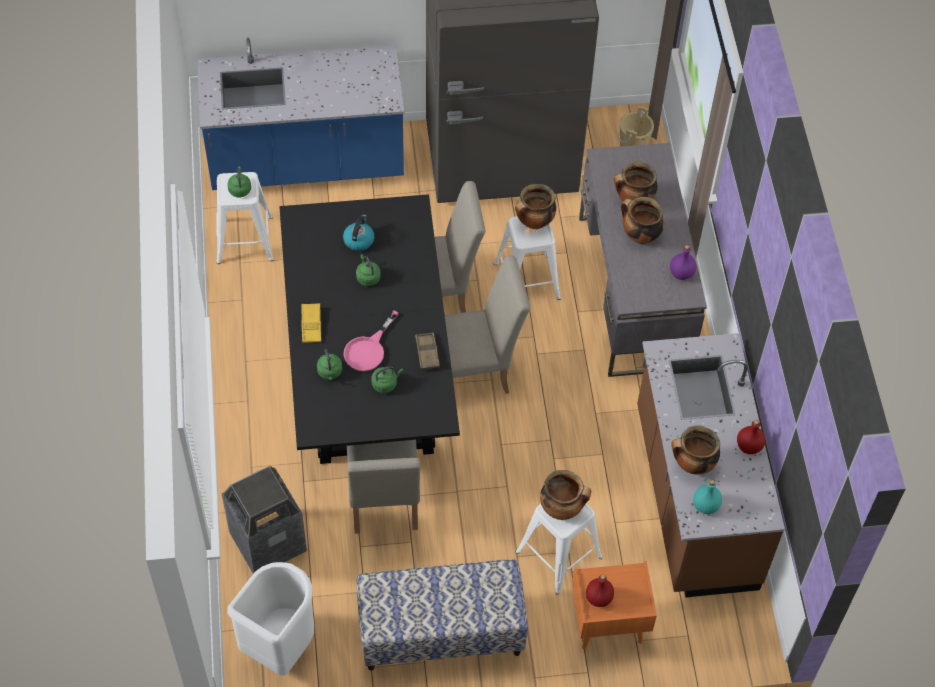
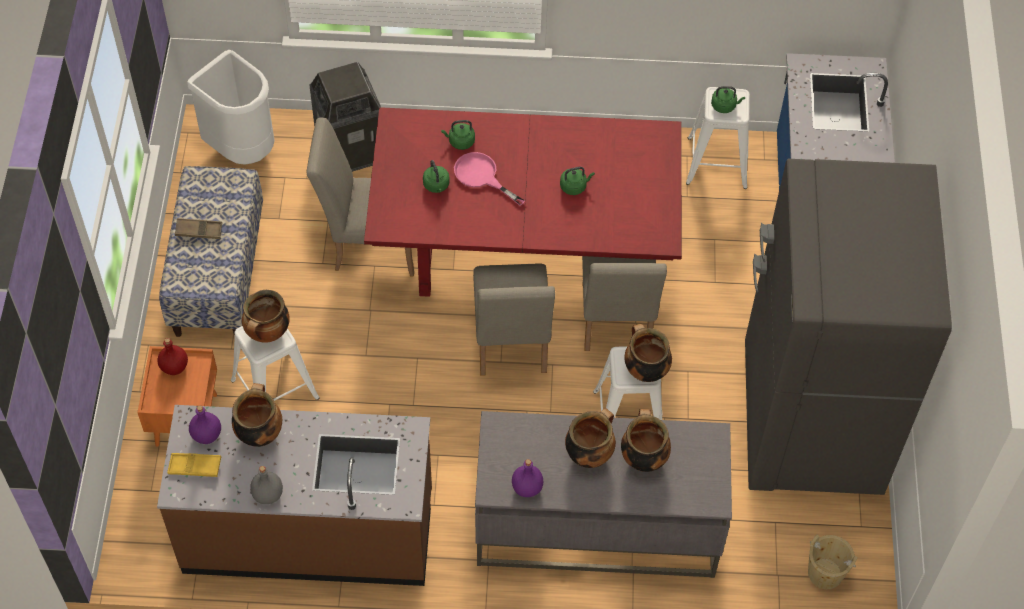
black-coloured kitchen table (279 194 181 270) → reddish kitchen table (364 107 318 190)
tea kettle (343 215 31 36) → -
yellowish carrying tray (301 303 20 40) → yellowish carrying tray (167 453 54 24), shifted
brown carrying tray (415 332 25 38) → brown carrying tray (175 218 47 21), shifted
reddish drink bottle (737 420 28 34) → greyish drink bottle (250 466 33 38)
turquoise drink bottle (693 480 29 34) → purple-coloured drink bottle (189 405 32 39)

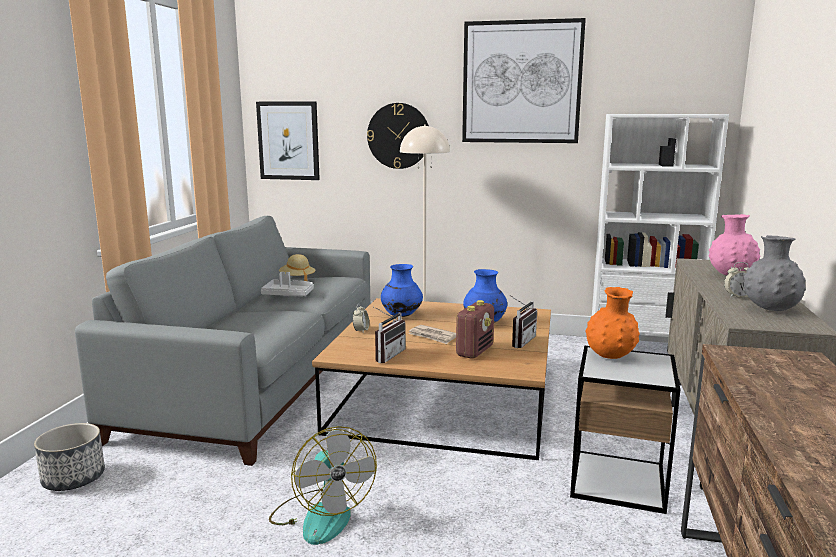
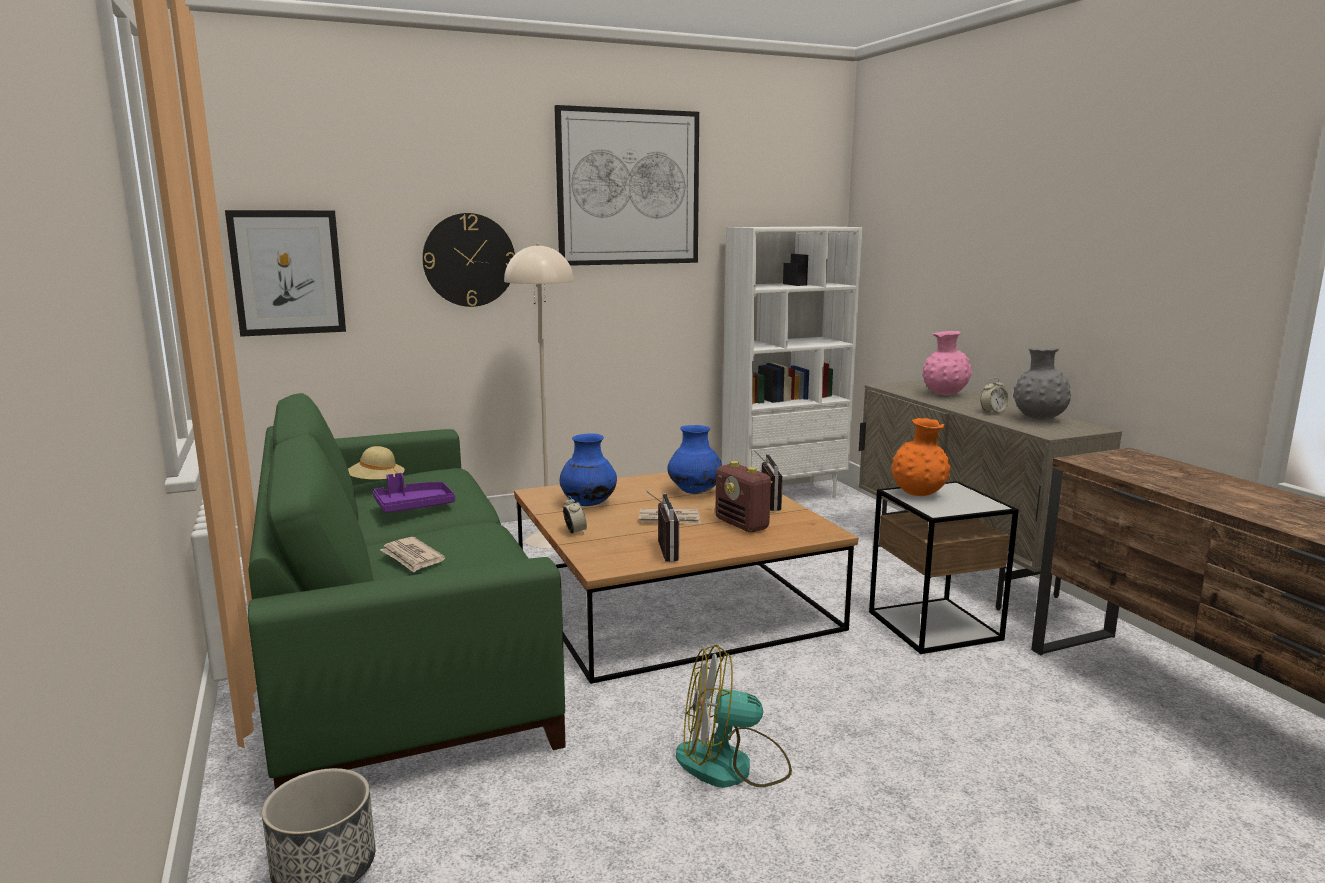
greyish couch (75 216 295 250) → greenish couch (248 393 318 396)
greyish carrying tray (261 272 53 24) → purple-coloured carrying tray (373 473 82 40)
radio set (456 300 38 59) → radio set (715 461 58 71), 150 degrees clockwise
fan (269 426 108 119) → fan (676 645 116 143), 150 degrees clockwise
- → daily paper (380 537 66 35)

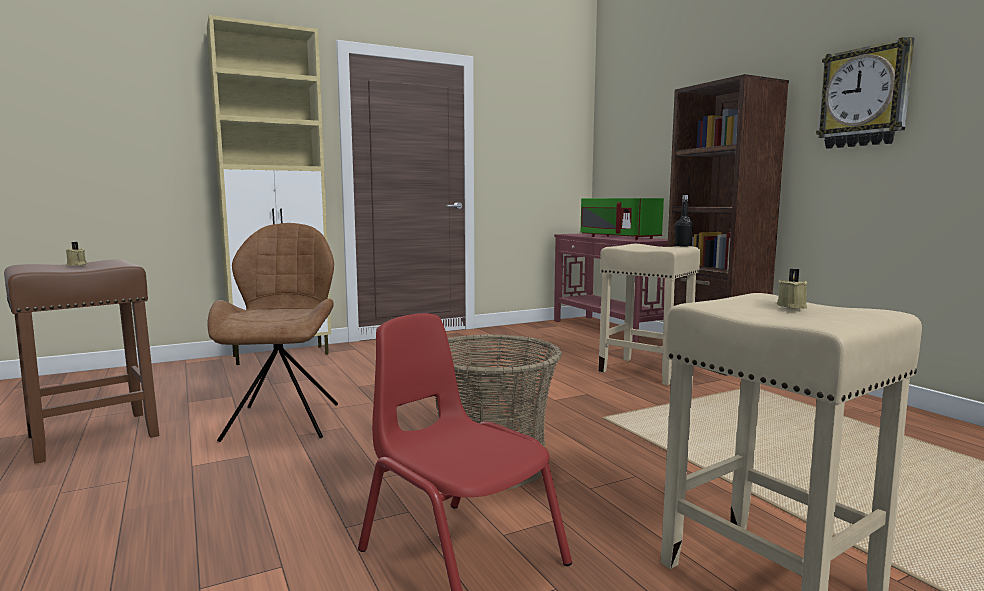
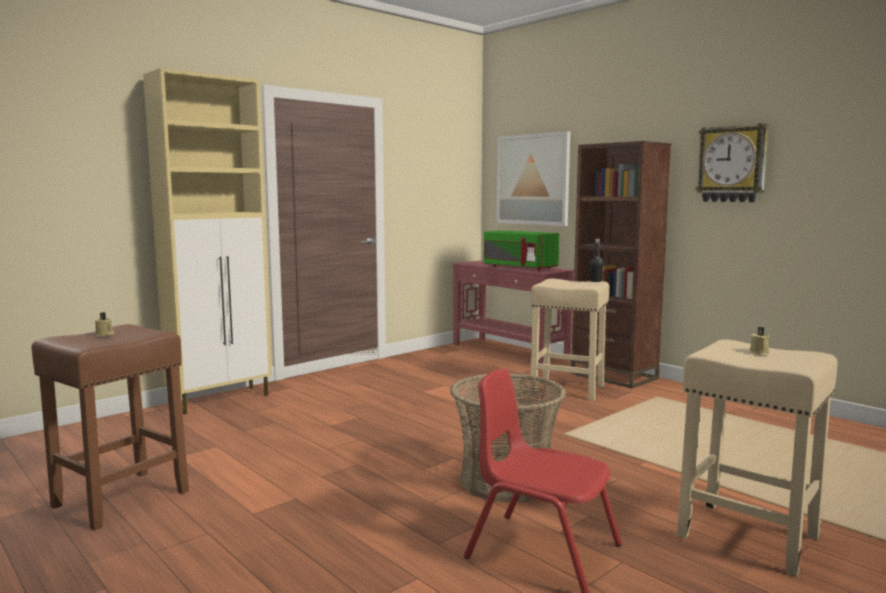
brown chair (207 223 131 219) → -
- → wall picture (496 131 74 95)

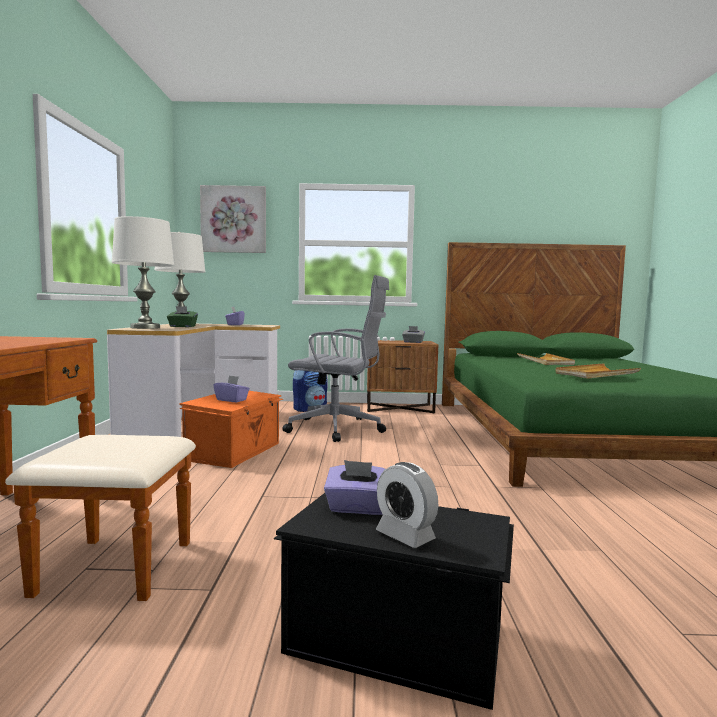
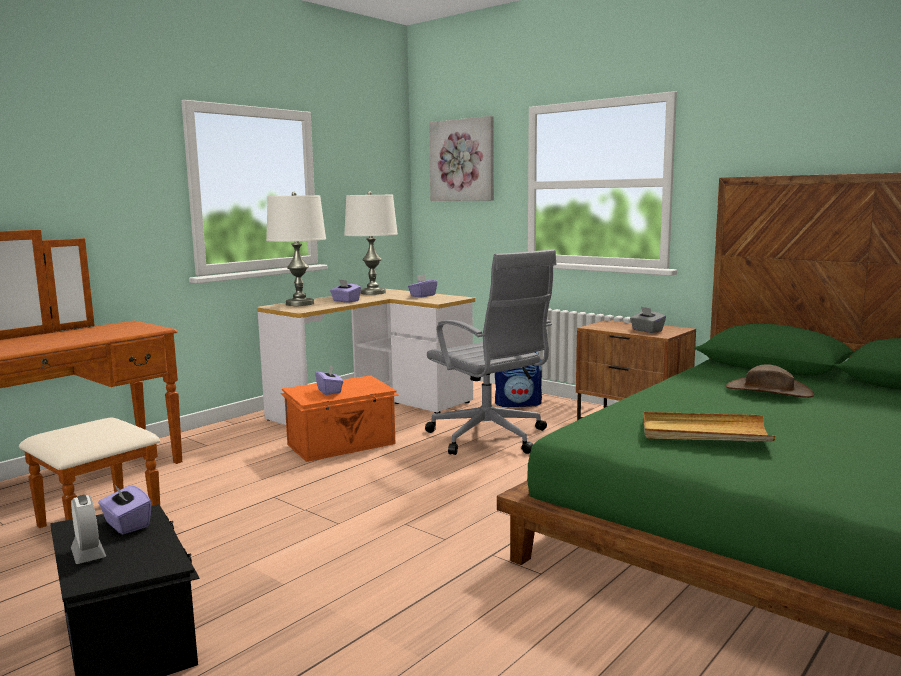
greenish tissue box (167 306 31 21) → purple-coloured tissue box (330 279 31 24)
sand-coloured carrying tray (517 353 58 12) → brown clothing hat (726 364 88 34)
bedside clock (376 462 63 86) → bedside clock (71 495 35 69), 150 degrees clockwise

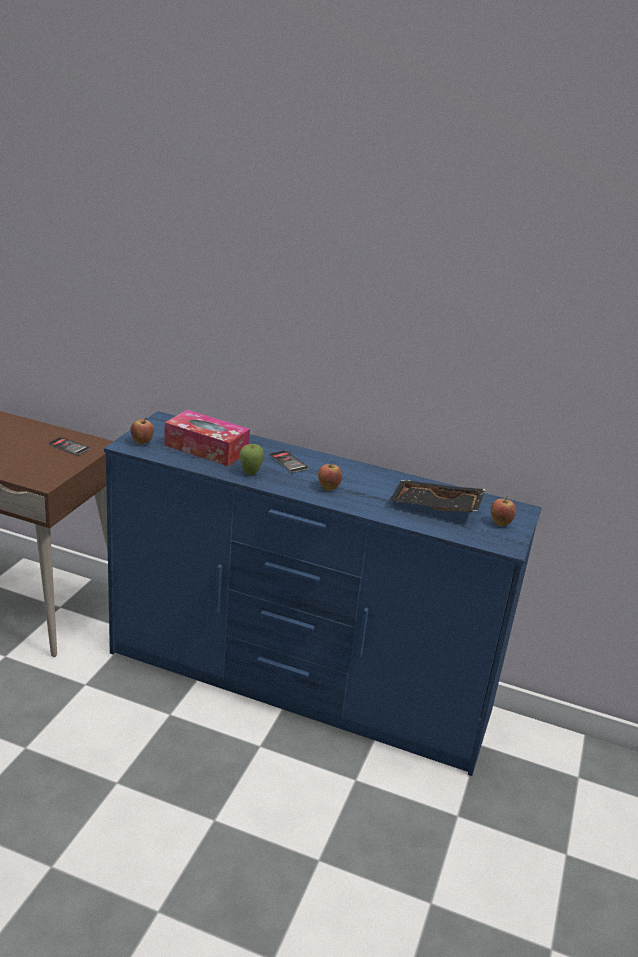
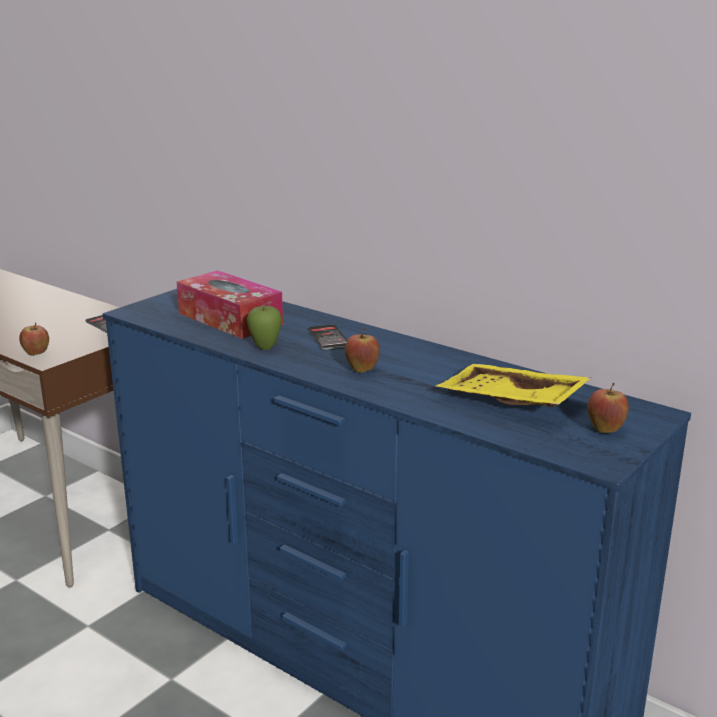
apple (130 417 24 27) → apple (19 322 30 34), shifted
black-coloured carrying tray (390 480 96 32) → yellowish carrying tray (436 364 155 43)

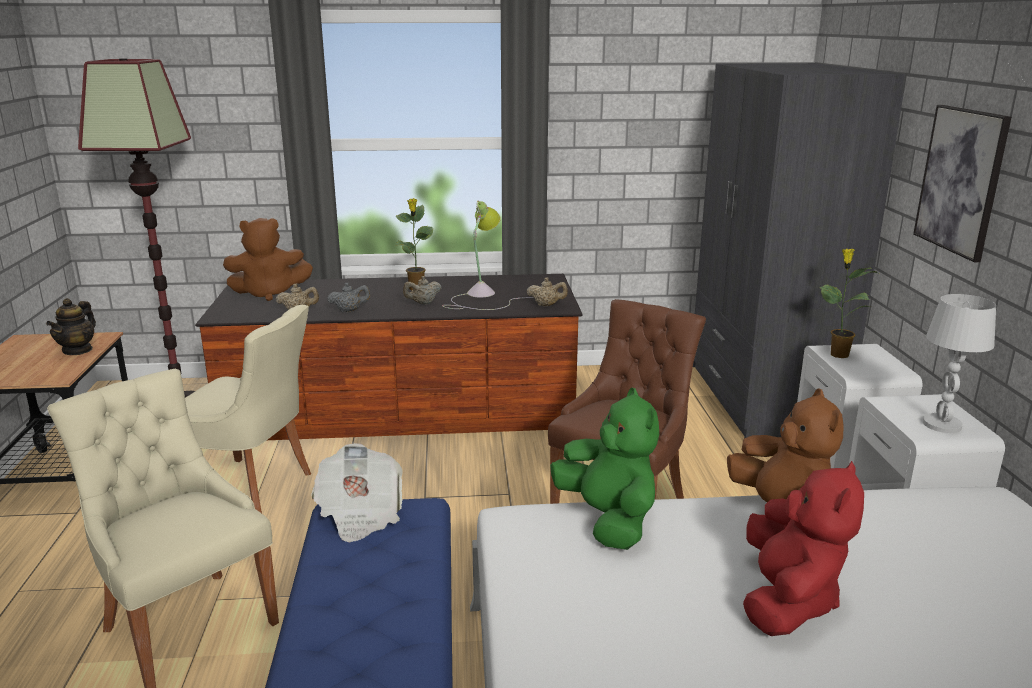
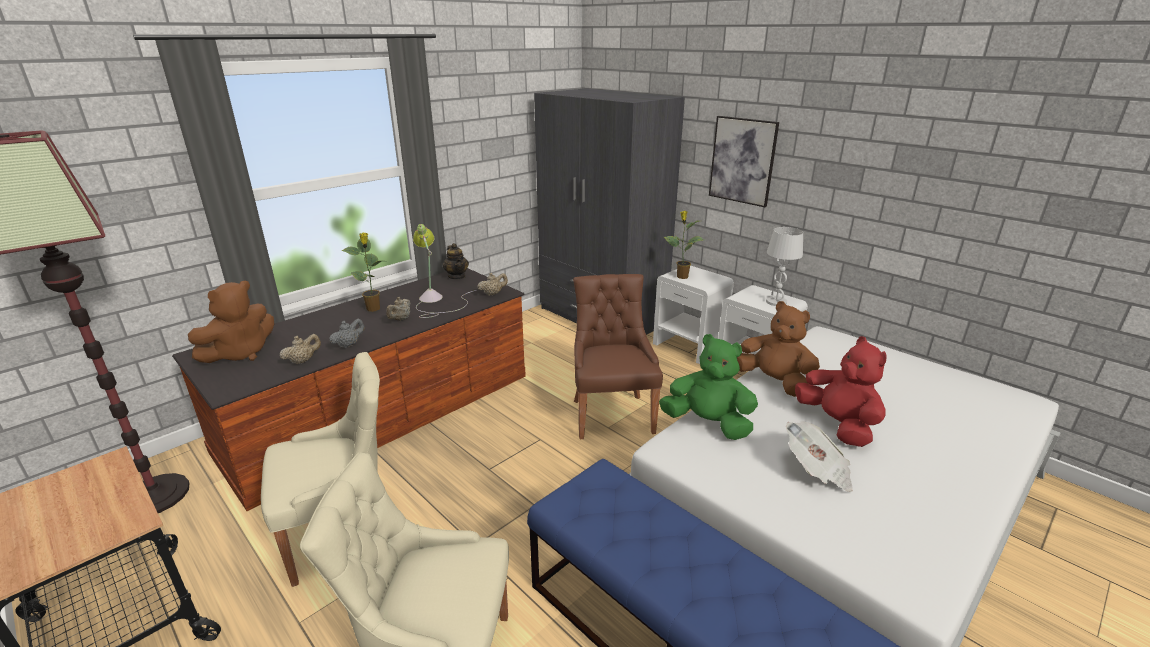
tea pot (46 298 50 57) → tea pot (443 243 26 36), shifted
daily paper (311 443 92 99) → daily paper (786 421 67 71), shifted

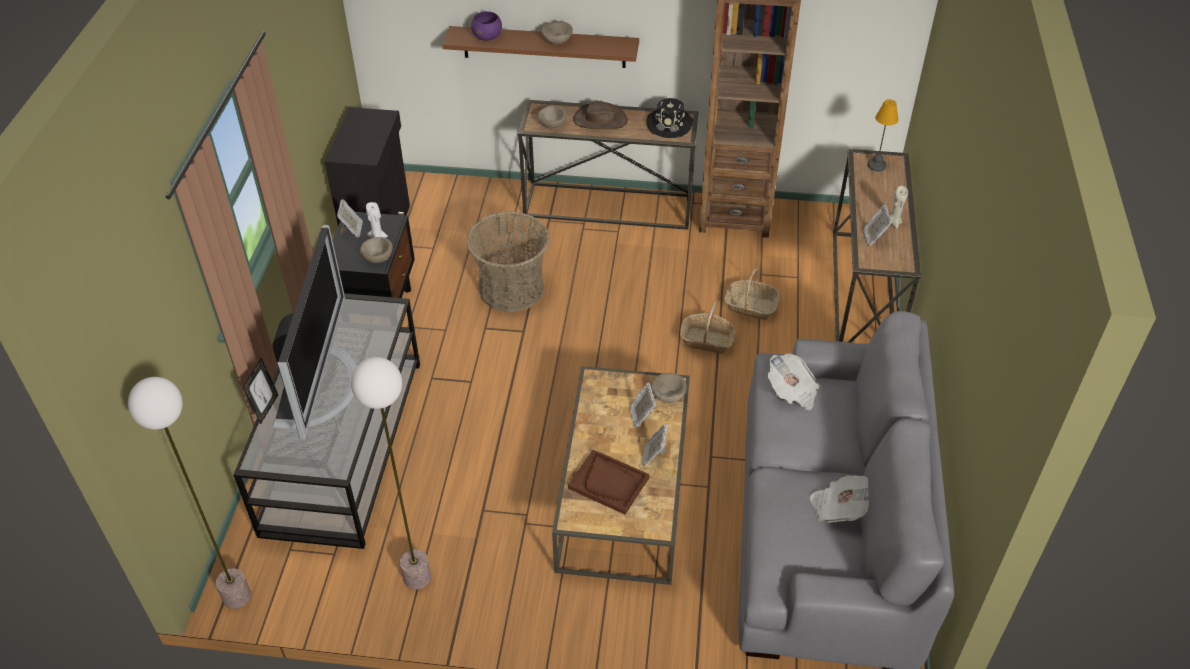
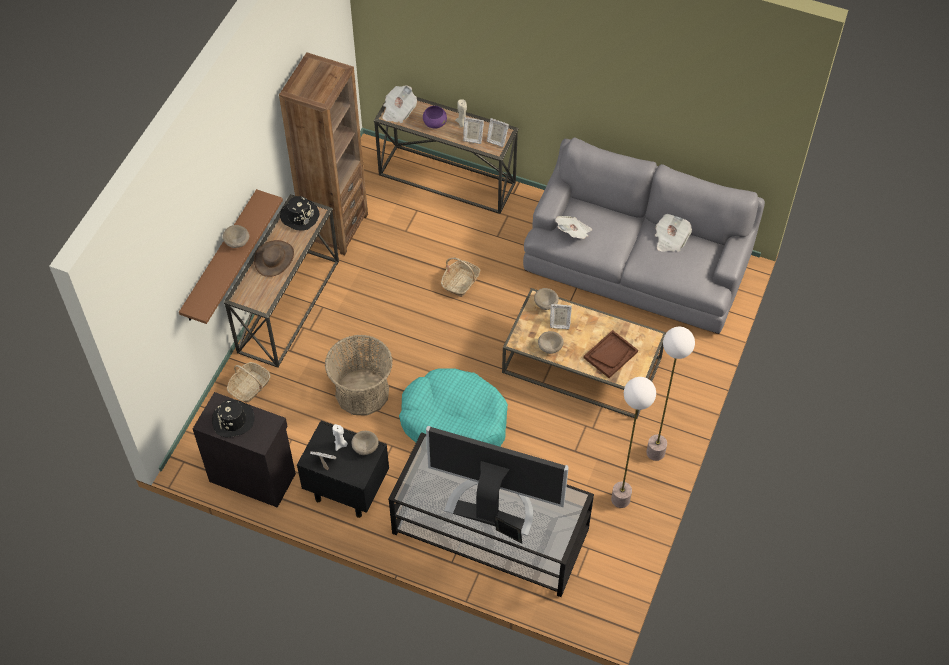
purple-coloured deep dish (471 11 31 30) → purple-coloured deep dish (423 106 24 23), shifted
lamp for a table (867 99 31 73) → daily paper (382 85 35 38)
sand-coloured deep dish (537 106 30 23) → sand-coloured deep dish (538 331 26 23), shifted
household basket (724 269 56 51) → household basket (227 362 44 41), shifted
standard lamp (128 377 123 232) → standard lamp (646 327 49 134), shifted
standing frame (642 423 25 43) → standing frame (487 118 22 29), shifted
- → turquoise dog bed (399 369 109 78)
- → black-coloured clothing hat (212 399 43 39)

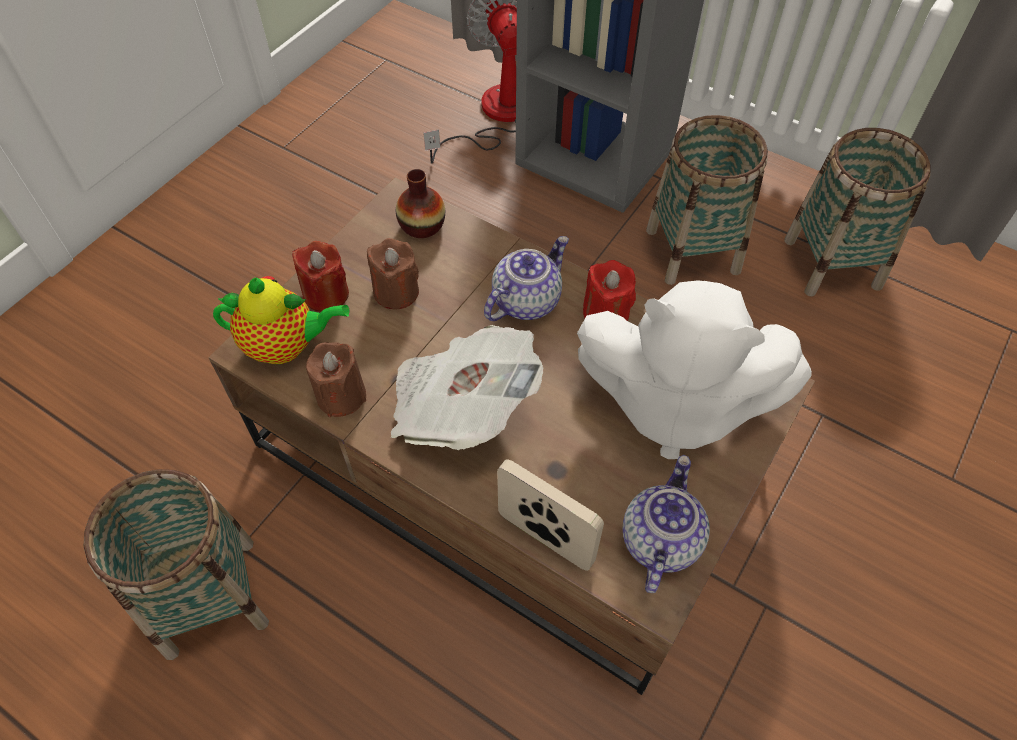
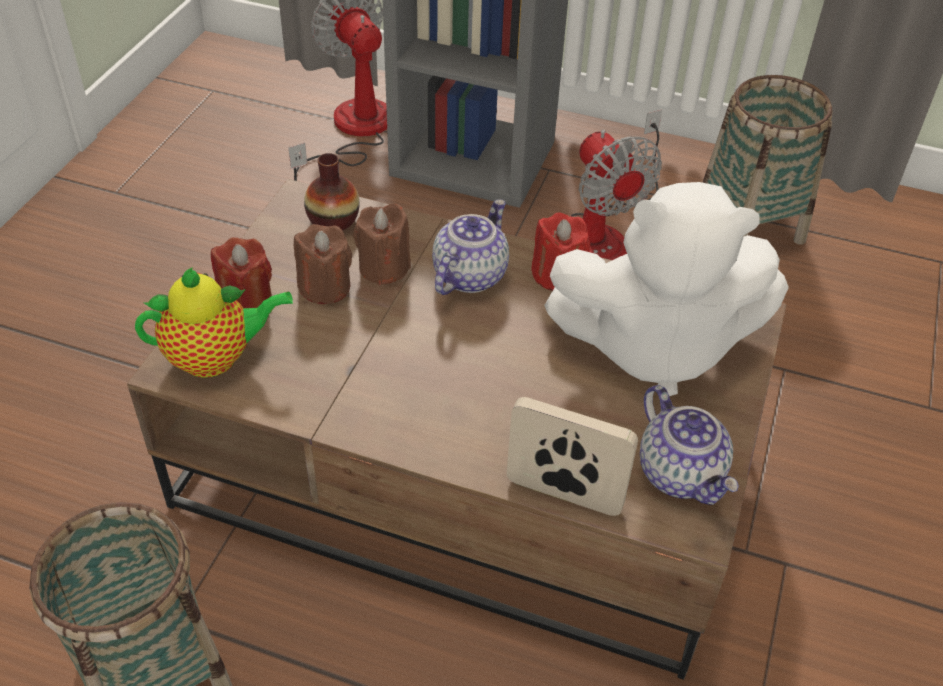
household basket (646 115 122 170) → fan (571 110 91 150)
daily paper (391 325 152 125) → -
brown wax candle (306 342 60 75) → brown wax candle (353 203 58 82), shifted
tea pot (623 455 87 138) → tea pot (640 385 99 120), 150 degrees clockwise

